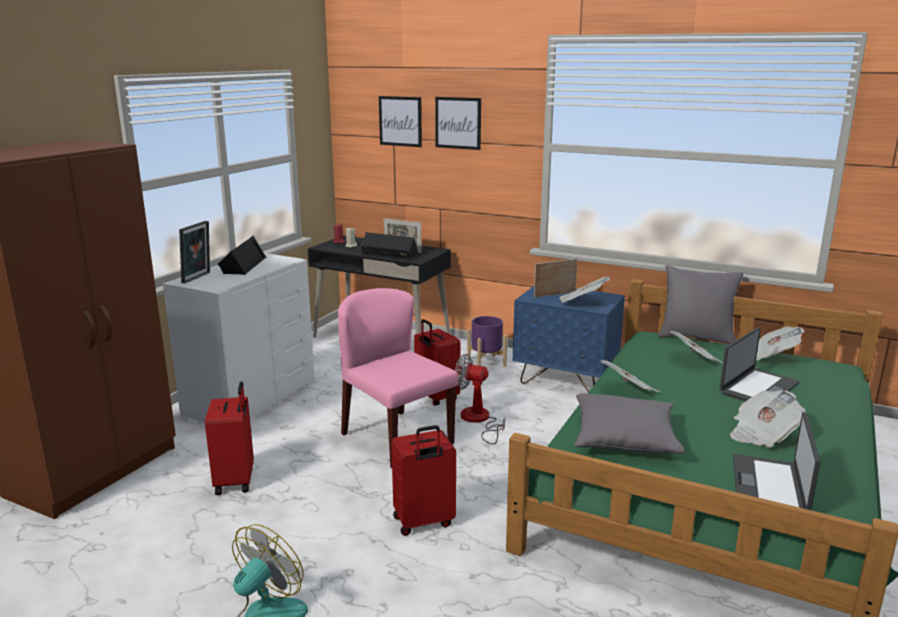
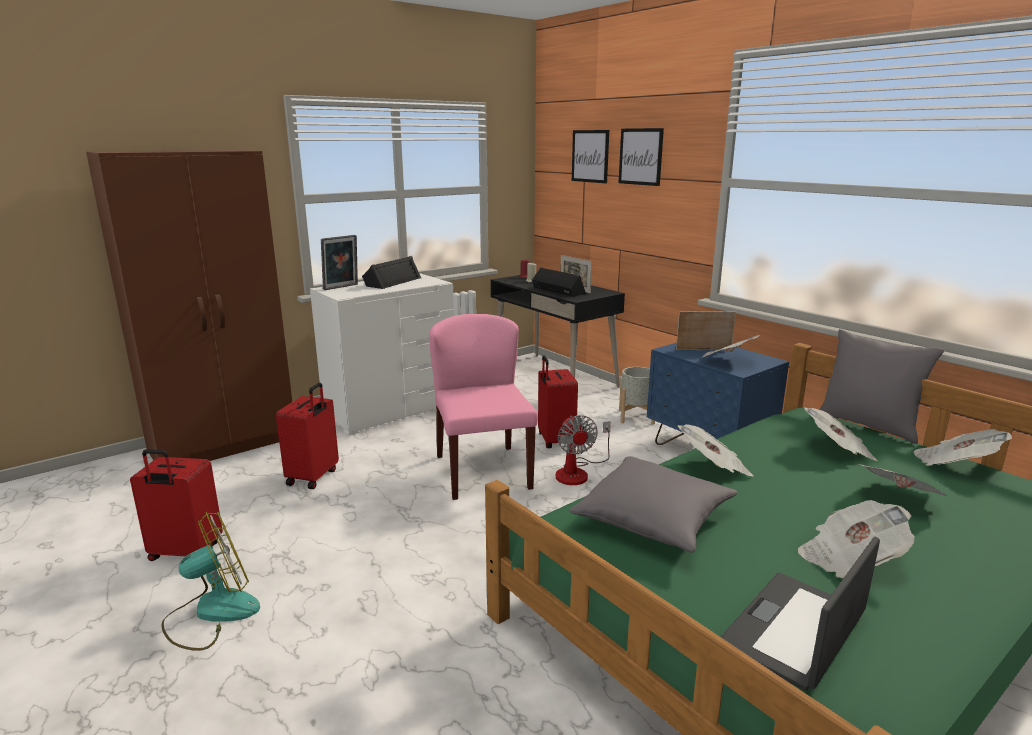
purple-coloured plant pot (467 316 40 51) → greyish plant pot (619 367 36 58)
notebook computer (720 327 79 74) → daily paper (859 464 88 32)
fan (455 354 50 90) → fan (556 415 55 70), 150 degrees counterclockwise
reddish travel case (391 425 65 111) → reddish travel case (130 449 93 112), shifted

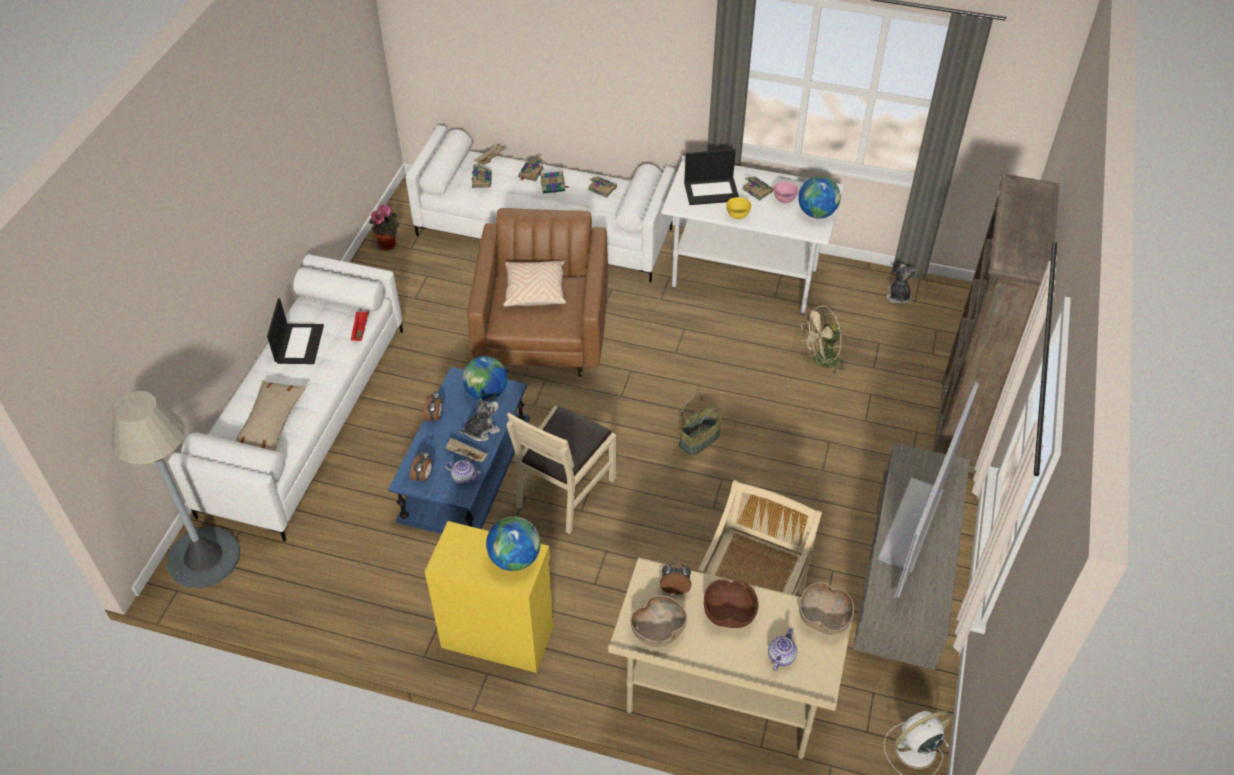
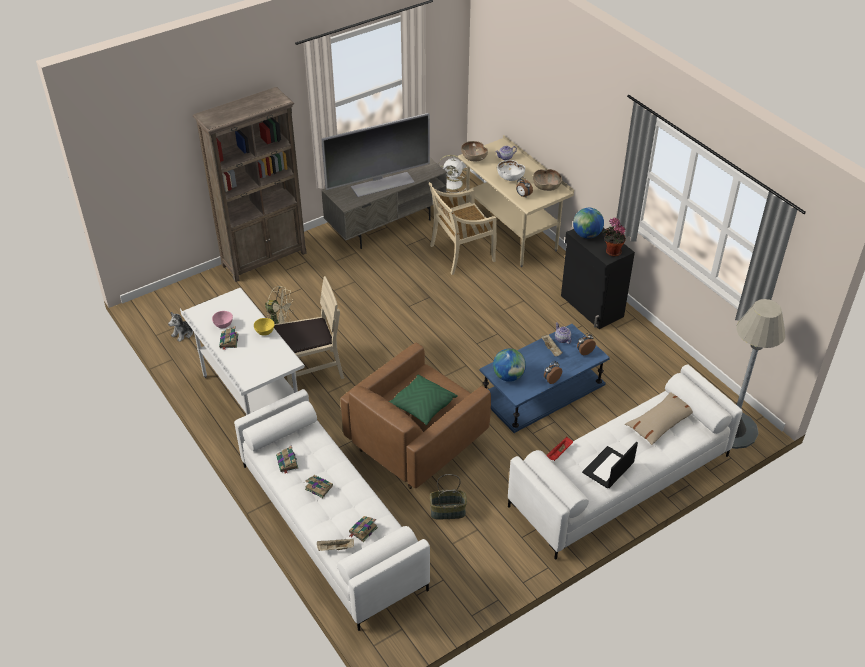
notebook computer (684 149 55 56) → -
book (518 158 26 23) → -
globe (798 176 43 43) → -
potted plant (369 204 30 46) → potted plant (603 218 23 38), shifted
sand-coloured cushion (503 261 63 45) → greenish cushion (389 375 69 50)
household basket (679 394 43 62) → household basket (430 474 37 45), shifted
soft toy (459 398 41 44) → -
sand-coloured chair (507 406 109 128) → sand-coloured chair (274 276 70 112), shifted
yellowish storage cabinet (425 521 129 152) → black-coloured storage cabinet (561 228 74 101)
brown deep dish (704 579 54 49) → white deep dish (497 160 28 21)

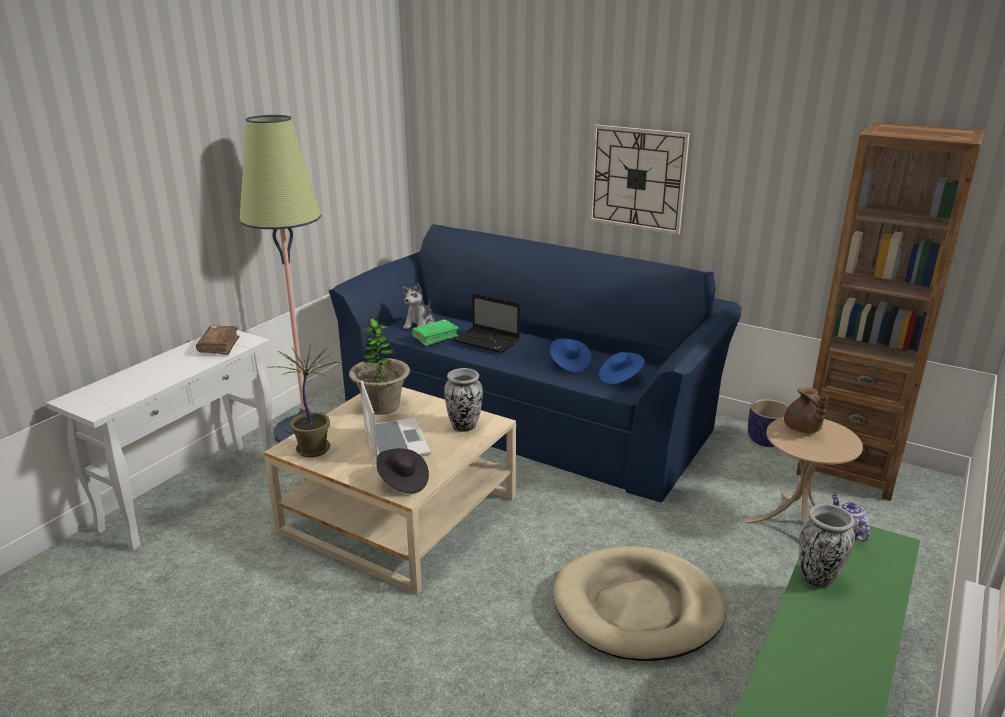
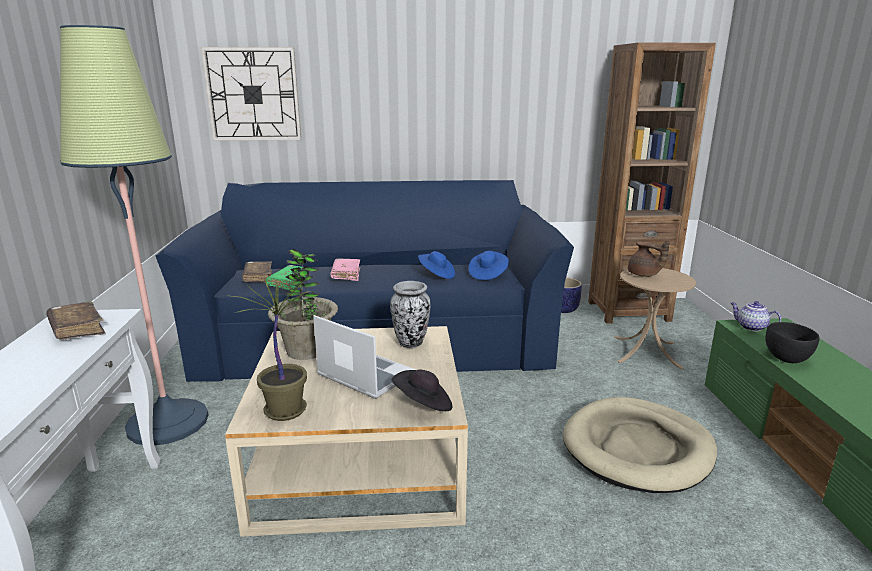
hanging clock (589 124 101 111) → hanging clock (201 47 100 94), shifted
soft toy (402 283 33 46) → brown book (242 261 30 22)
notebook computer (453 293 67 60) → pink-coloured book (330 258 30 23)
flower vase (799 504 56 84) → black-coloured deep dish (766 322 53 41)

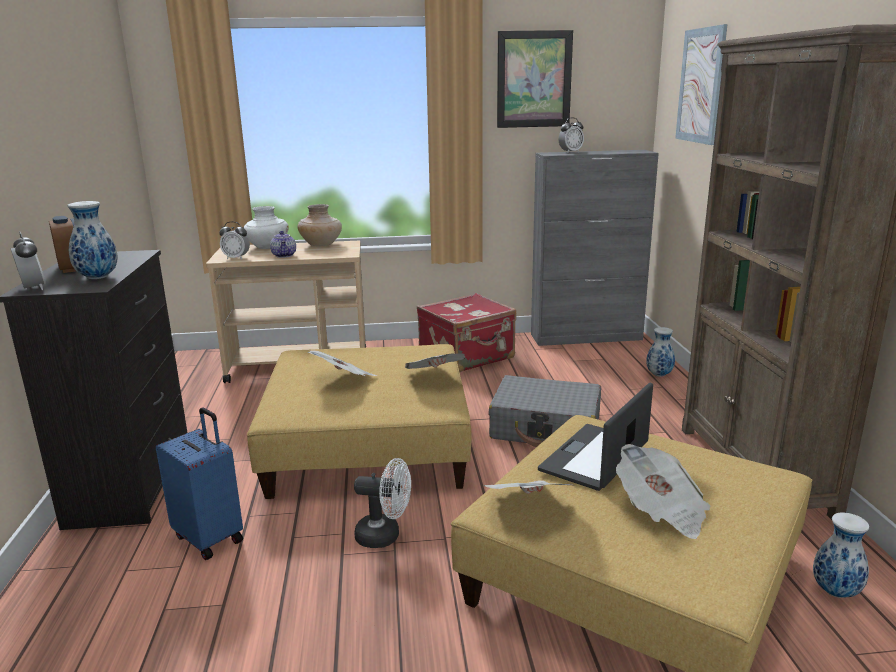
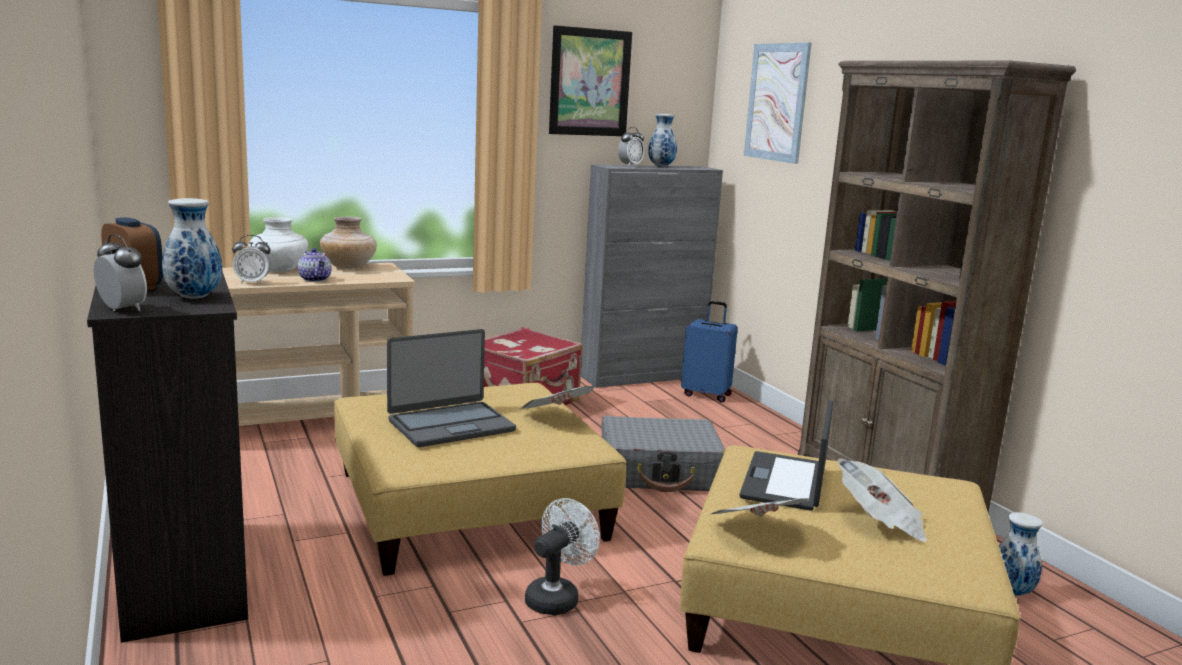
flower vase (646 327 29 50) → flower vase (648 114 29 53), shifted
daily paper (308 351 69 25) → notebook computer (387 329 129 118)
blue-coloured travel case (156 408 87 152) → blue-coloured travel case (681 301 57 101), shifted
white fan (354 458 57 90) → white fan (525 498 75 117), 45 degrees counterclockwise

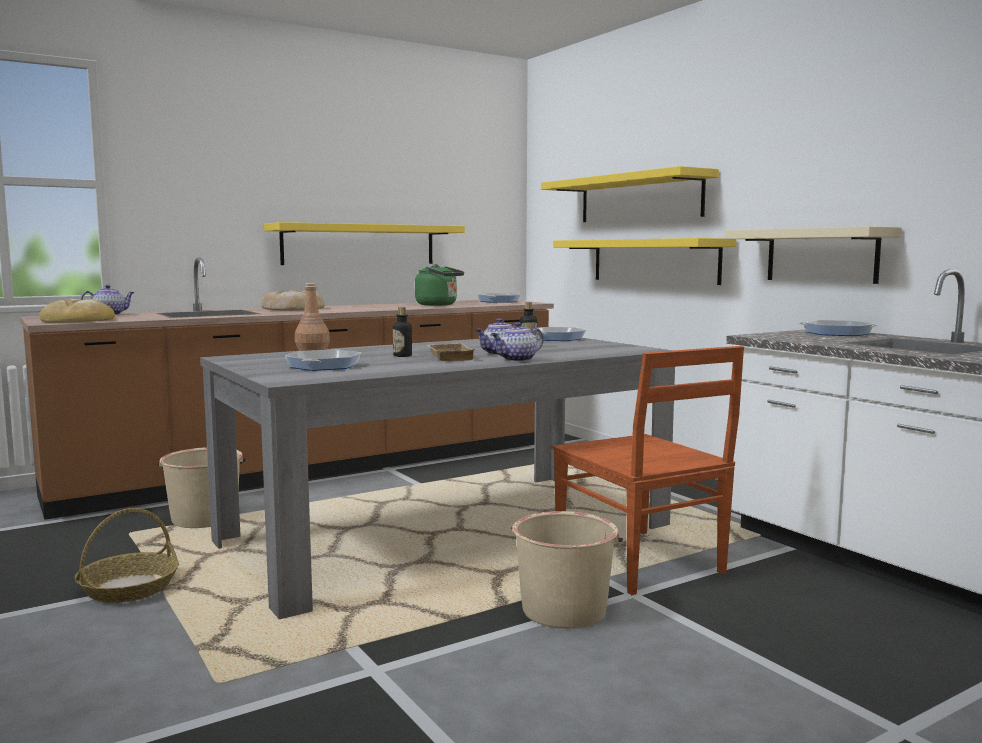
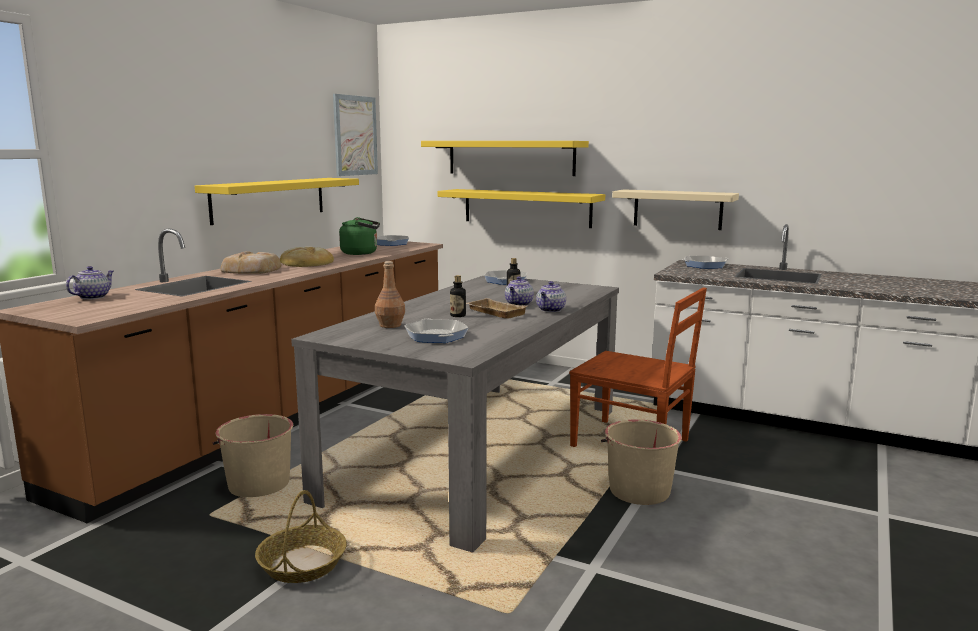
bakery bread (39 299 76 23) → bakery bread (280 247 54 20), shifted
- → wall picture (333 94 45 82)

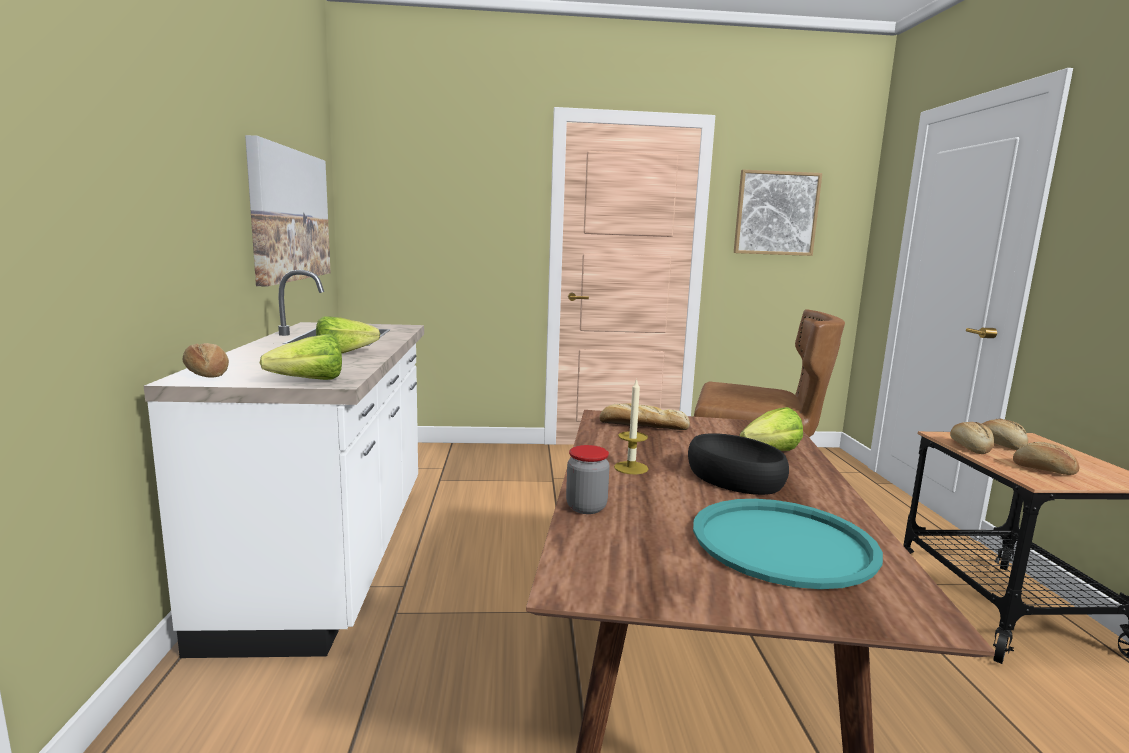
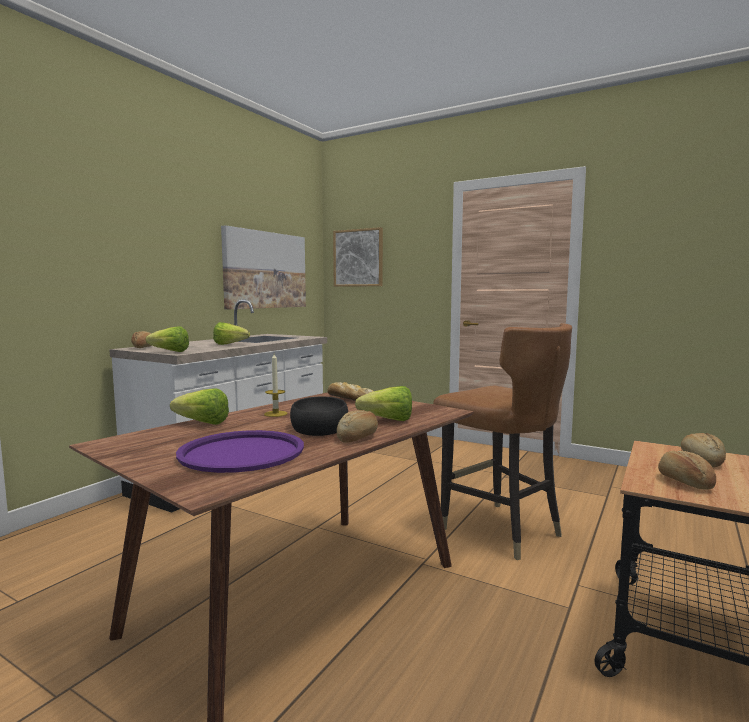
wall picture (734 170 88 86) → wall picture (333 227 50 60), shifted
bakery bread (950 422 44 32) → bakery bread (337 410 41 33), shifted
storage jar (566 445 44 69) → head of lettuce (170 388 59 37)
turquoise carrying tray (693 499 190 90) → purple-coloured carrying tray (176 430 128 43)

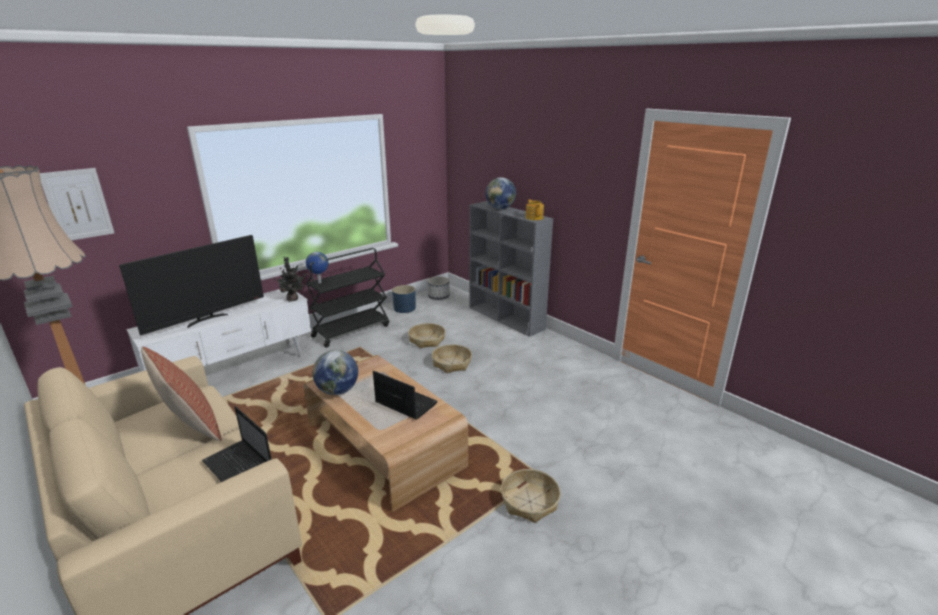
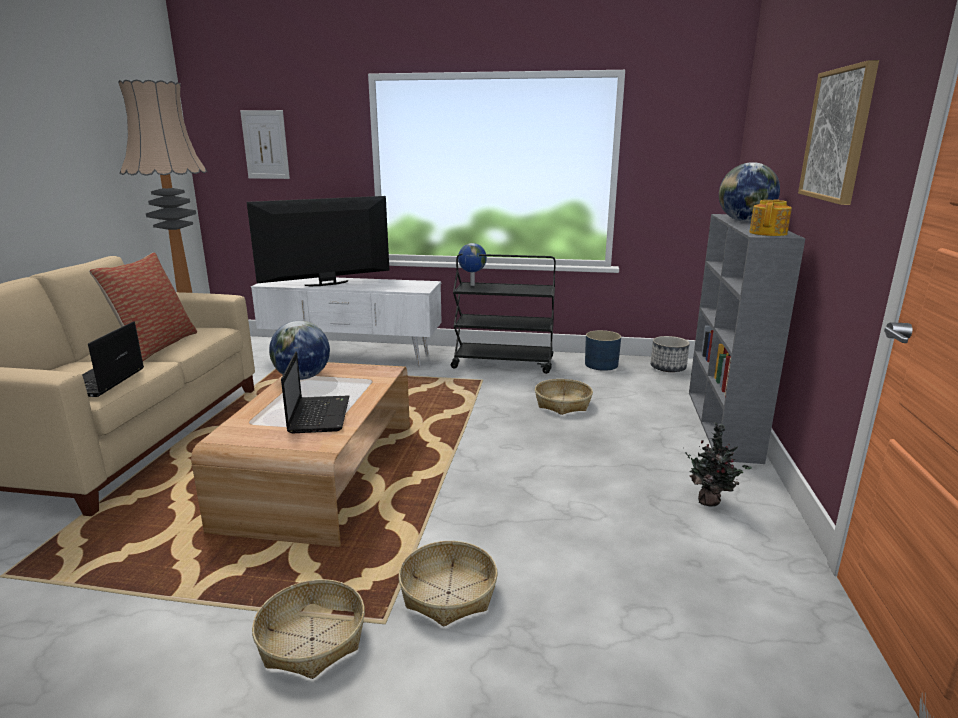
television (119 235 145 100) → television (247 196 143 90), 150 degrees clockwise
potted plant (273 257 34 45) → potted plant (683 422 69 85), shifted
household basket (432 344 40 29) → household basket (398 541 100 85), shifted
- → wall picture (798 60 81 145)

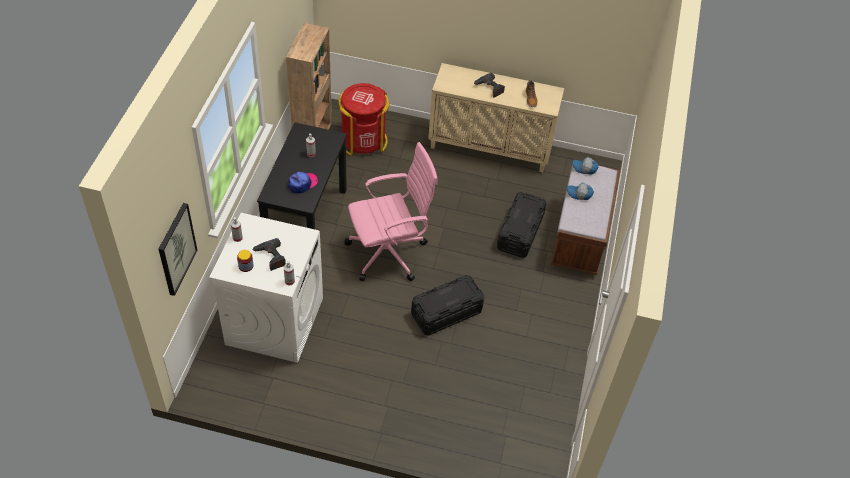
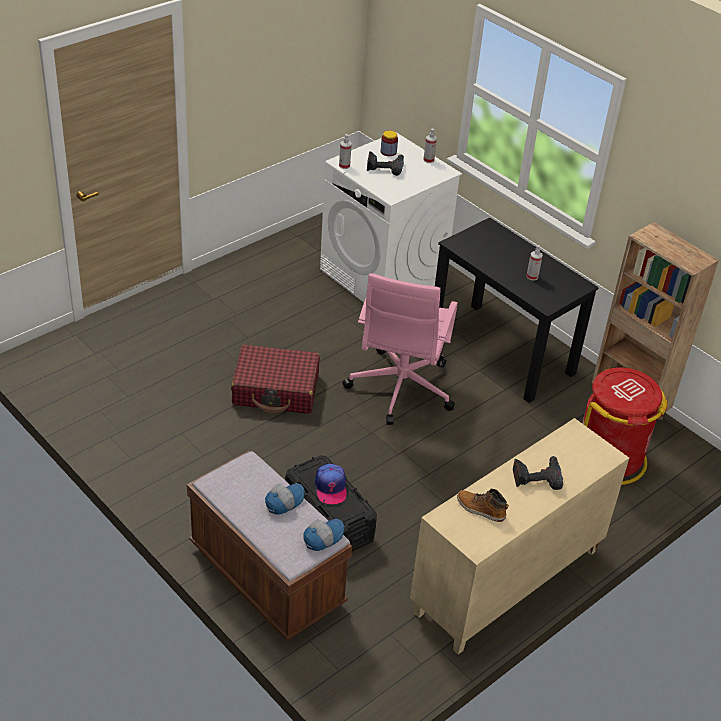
baseball cap (288 172 30 21) → baseball cap (315 464 32 40), shifted
wall picture (158 203 40 93) → -
black-coloured storage container (411 275 73 61) → reddish travel case (231 344 89 70)

